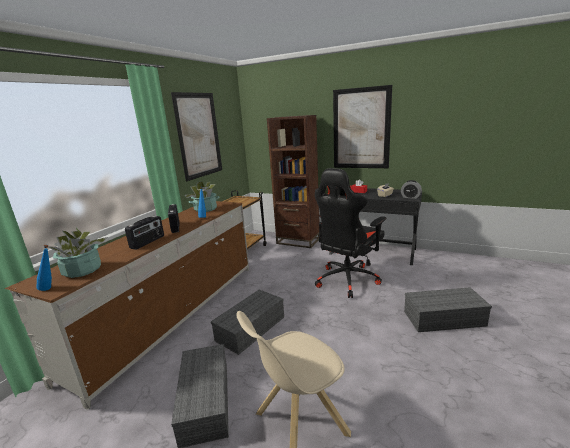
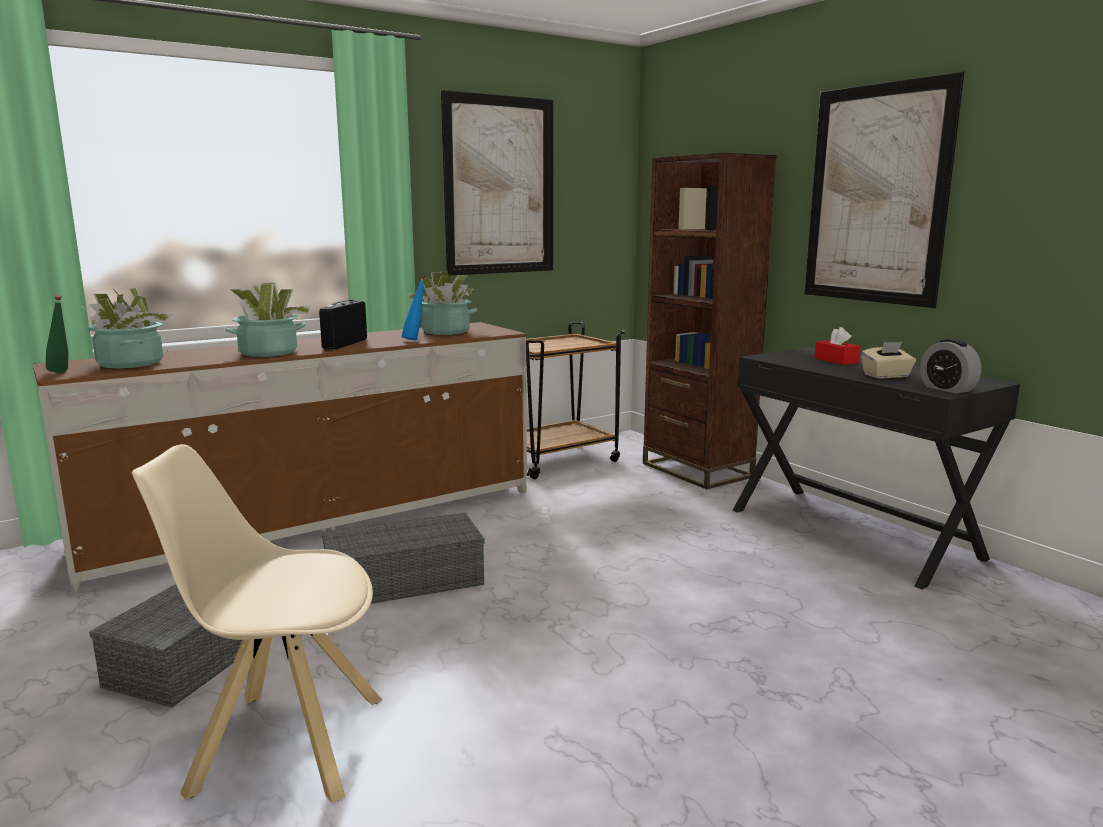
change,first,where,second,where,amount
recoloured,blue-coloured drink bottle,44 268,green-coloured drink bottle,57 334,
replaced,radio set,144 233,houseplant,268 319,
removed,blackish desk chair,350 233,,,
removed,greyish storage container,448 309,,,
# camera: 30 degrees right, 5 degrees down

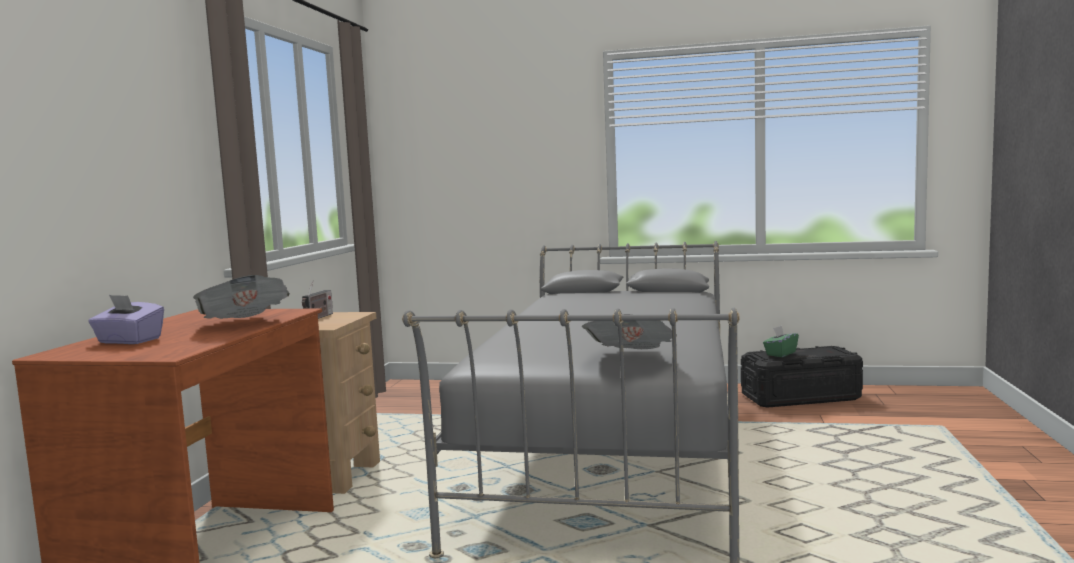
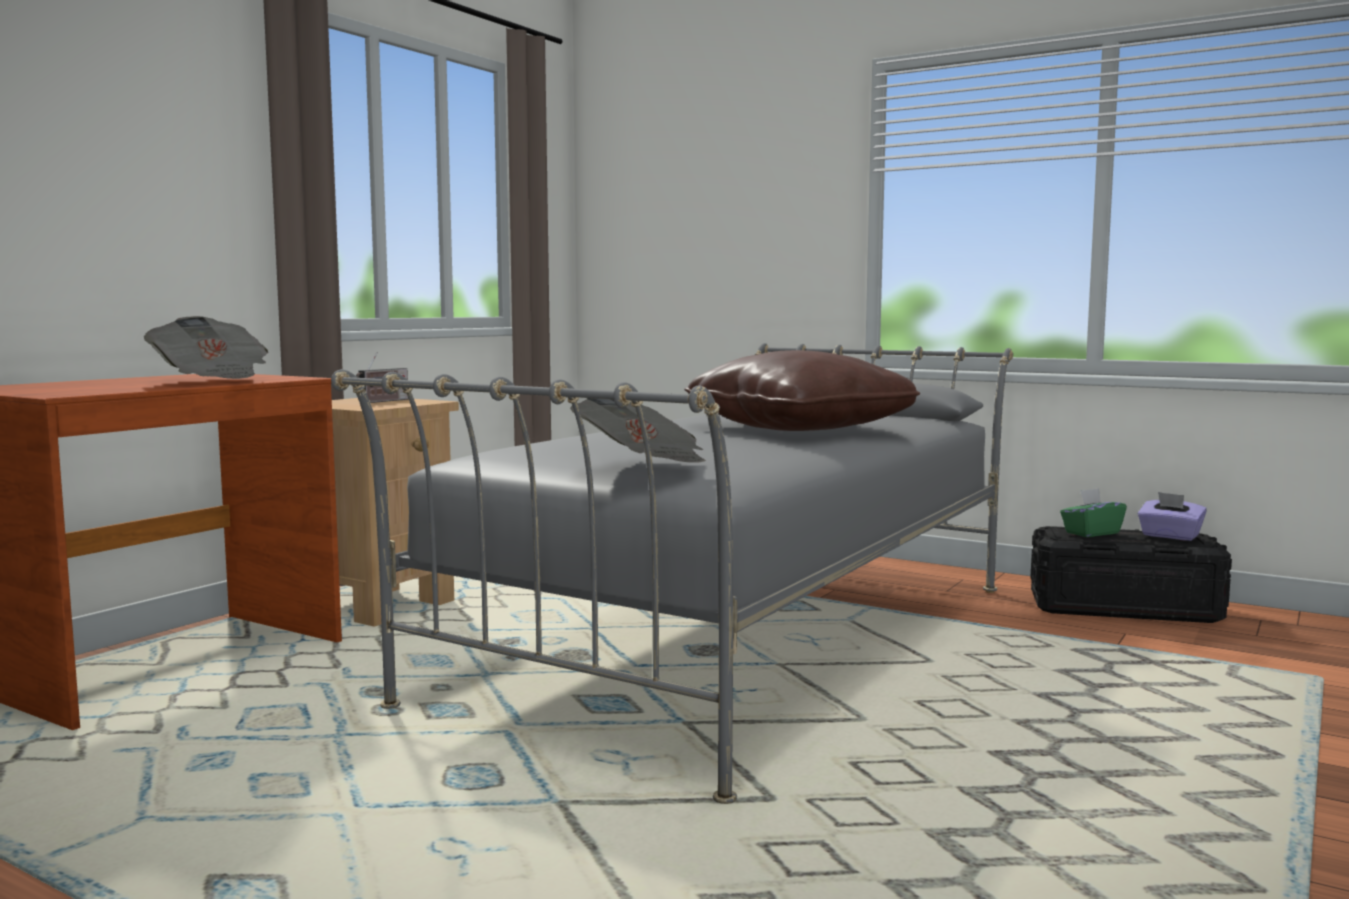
change,first,where,second,where,amount
moved,purple box of tissues,126 319,,1172 516,
added,,,brown pillow,802 390,
# camera: 20 degrees right, 0 degrees up

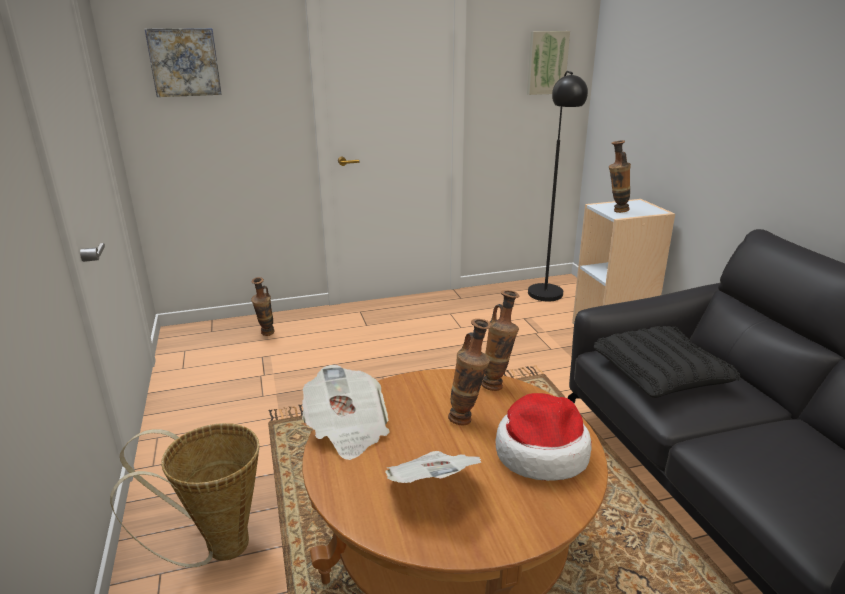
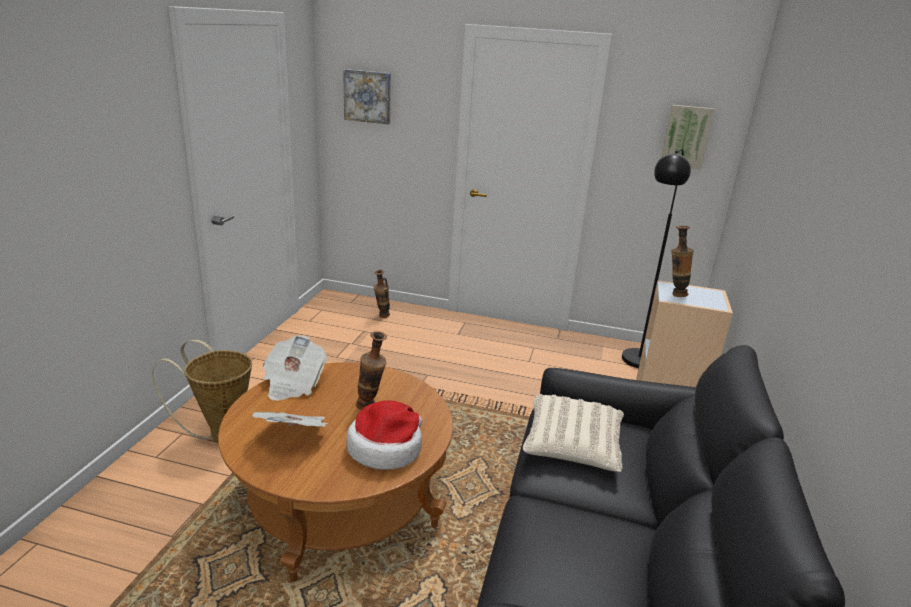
change,first,where,second,where,amount
removed,decorative vase,500 340,,,
recoloured,blackish pillow,667 362,beige pillow,573 433,
# camera: 30 degrees right, 0 degrees up

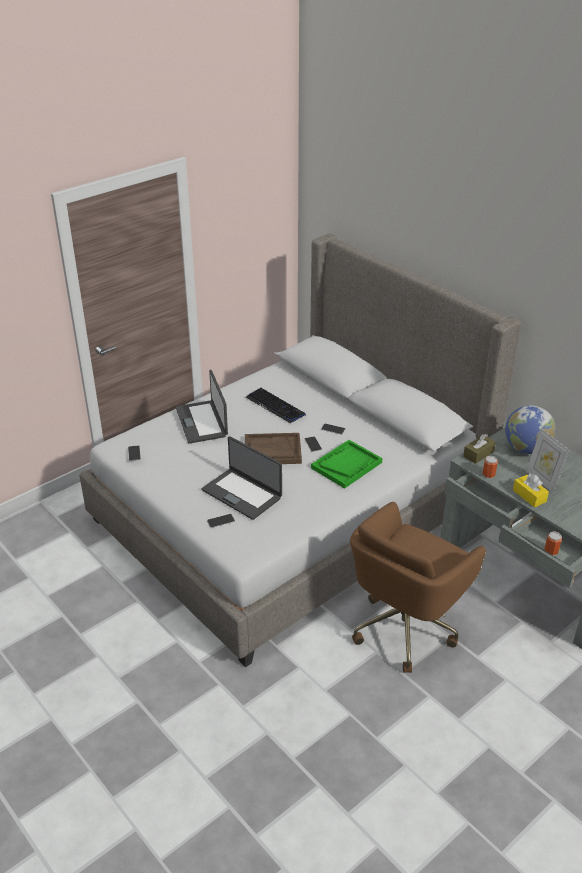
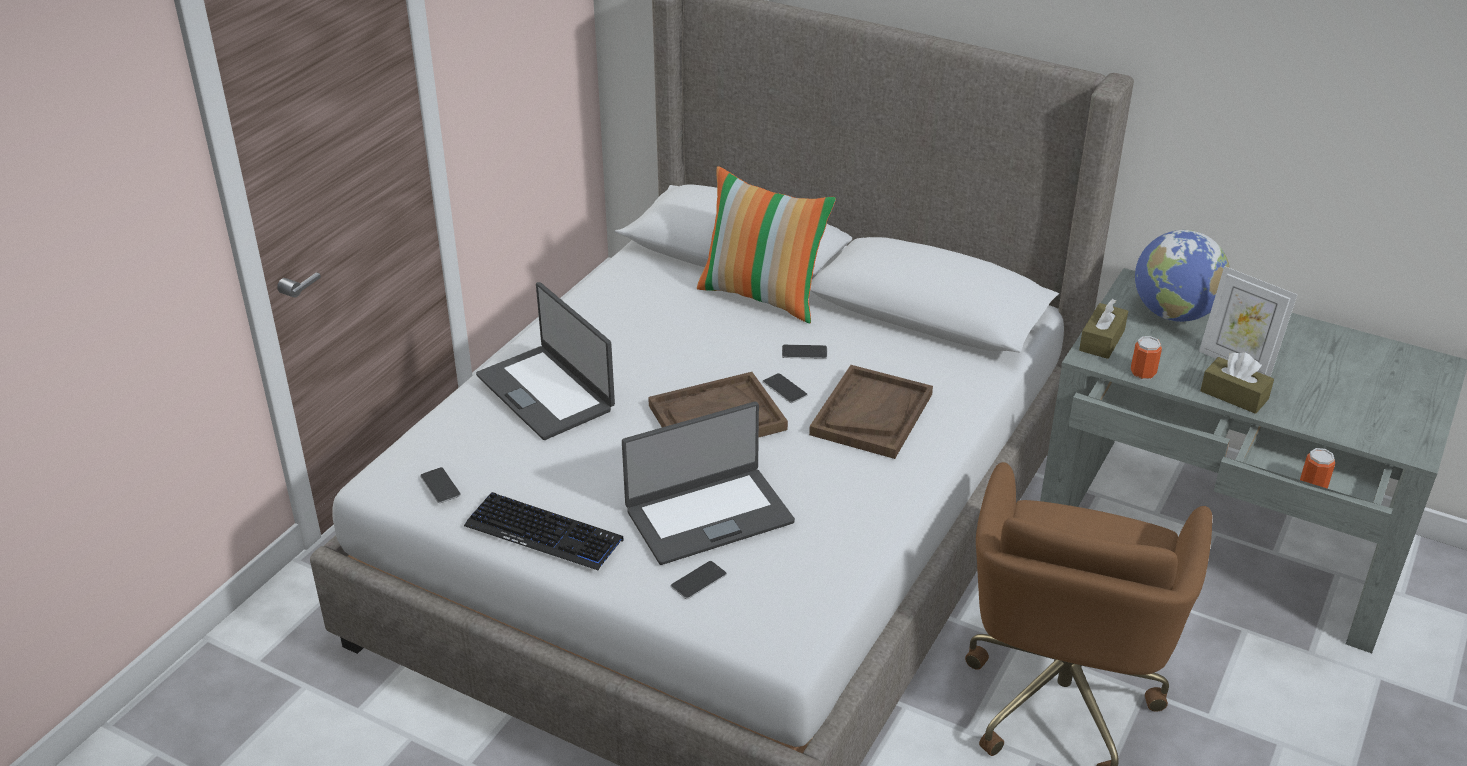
change,first,where,second,where,amount
turned,portable computer,242 478,,708 483,45 degrees counterclockwise
moved,computer keyboard,276 405,,544 531,
recoloured,green-coloured serving tray,346 464,brown serving tray,871 412,
recoloured,yellow-coloured box of tissues,531 490,brown box of tissues,1237 383,
added,,,pillow,766 244,
# camera: 20 degrees left, 0 degrees up

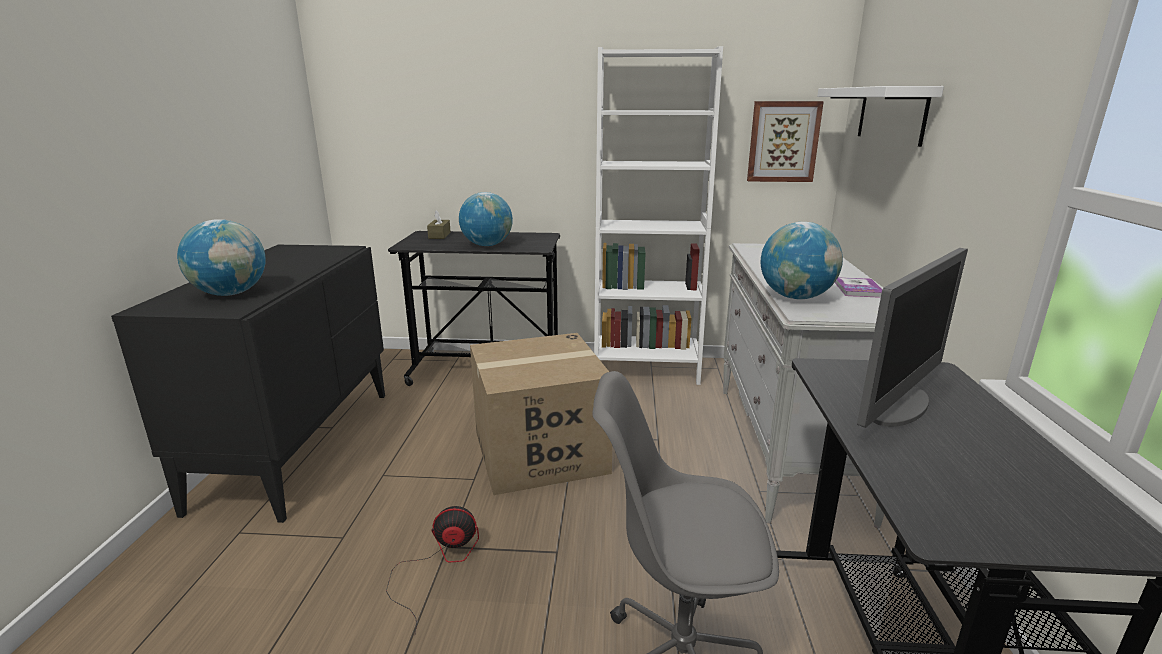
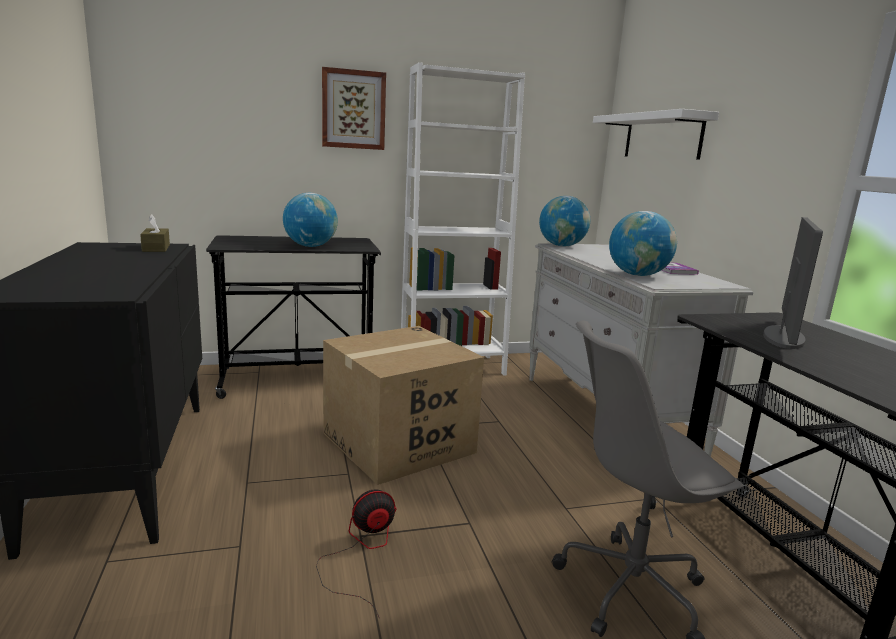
change,first,where,second,where,amount
moved,desk globe,221 257,,564 221,
moved,brown box of tissues,439 224,,155 233,
moved,picture,785 141,,354 108,
# camera: 20 degrees left, 5 degrees down

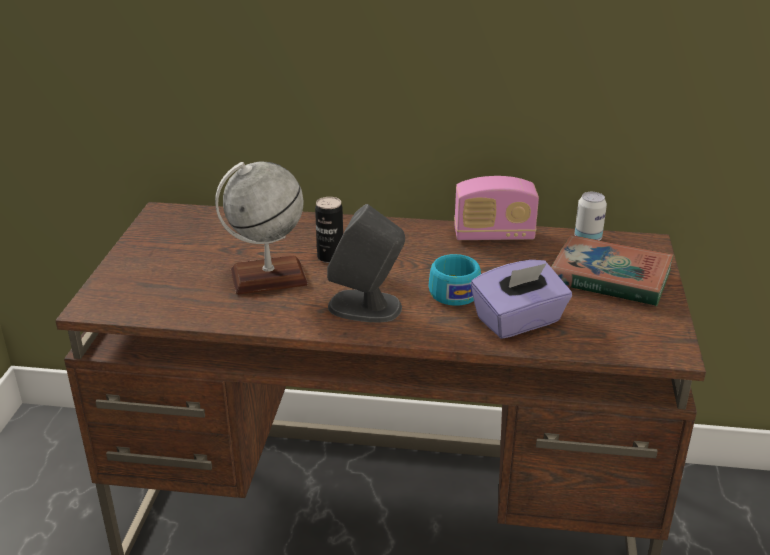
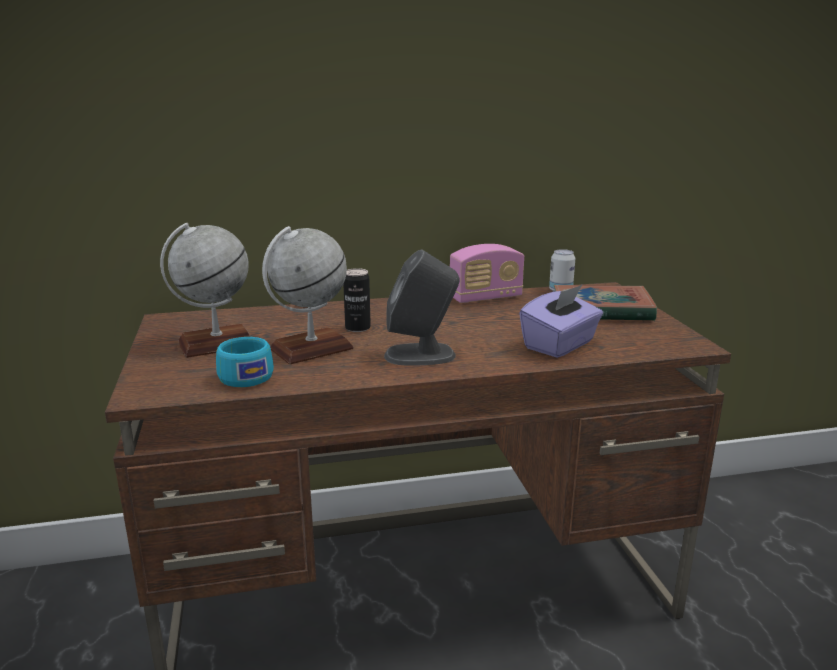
change,first,where,second,where,amount
moved,blue-green small cup,455 280,,245 362,
added,,,desk globe,205 290,
# camera: 20 degrees left, 10 degrees down

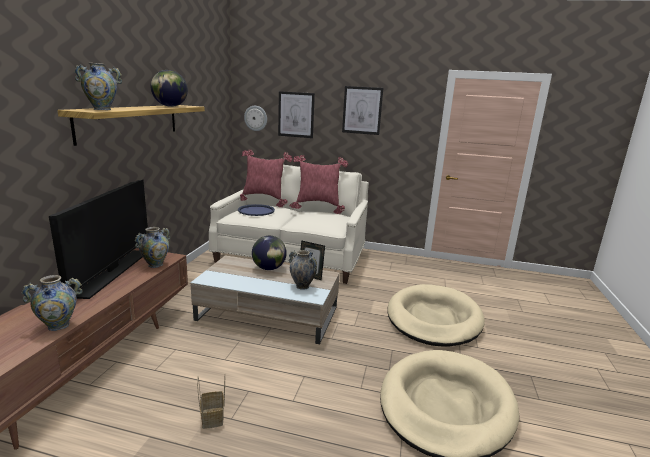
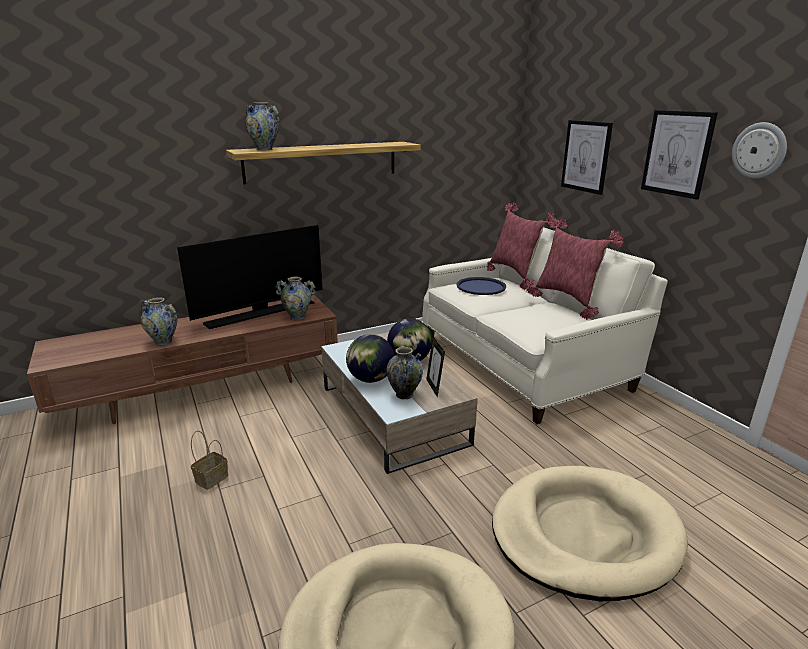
change,first,where,second,where,amount
moved,desk globe,169 88,,370 358,
moved,hanging clock,255 118,,759 150,
# camera: 50 degrees right, 5 degrees up

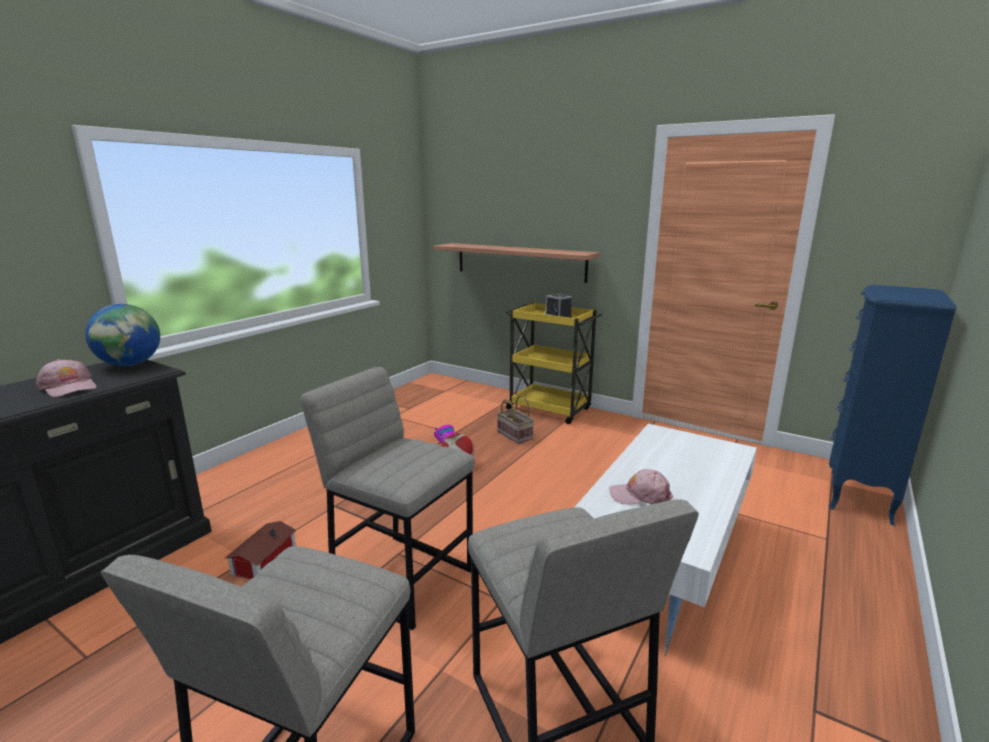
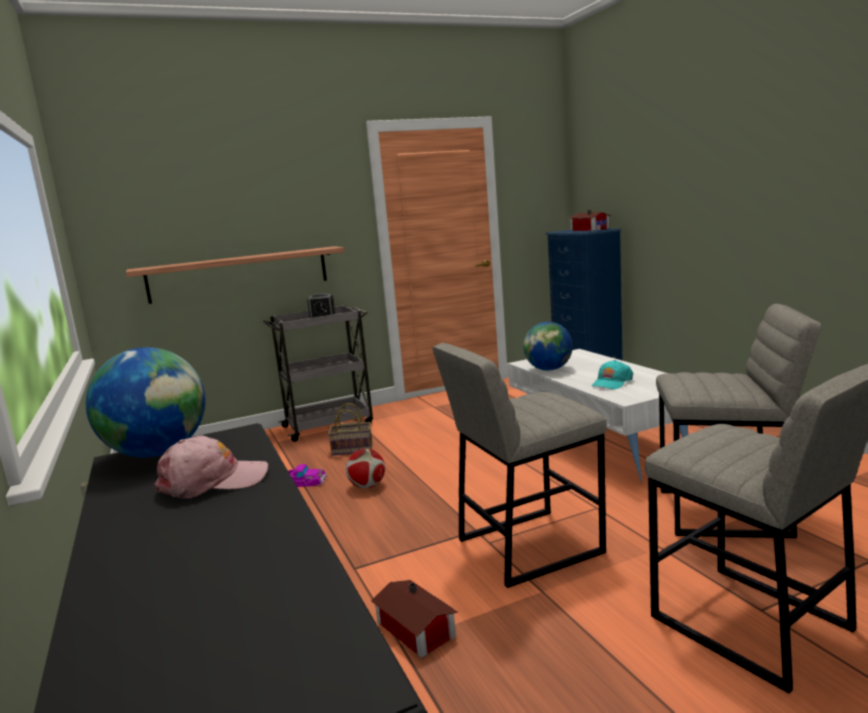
change,first,where,second,where,amount
recoloured,yellow-coloured trolley,553 363,greyish trolley,318 373,
recoloured,pink-coloured cap,641 487,blue-green cap,612 374,
added,,,desk globe,548 346,
added,,,miniature house,590 220,
# camera: 55 degrees left, 5 degrees down

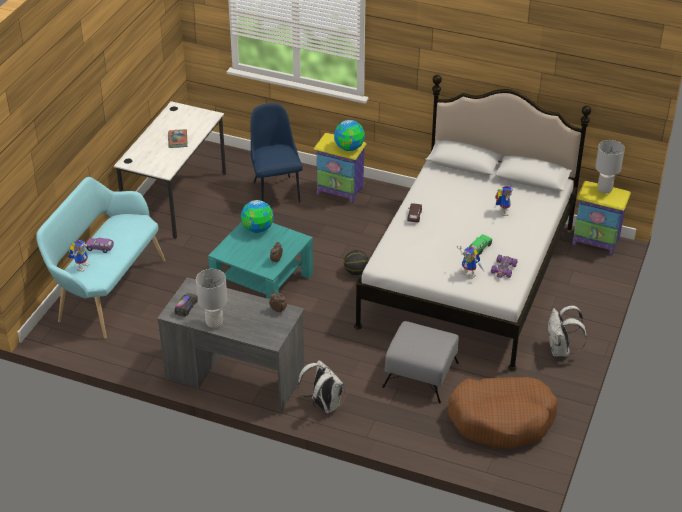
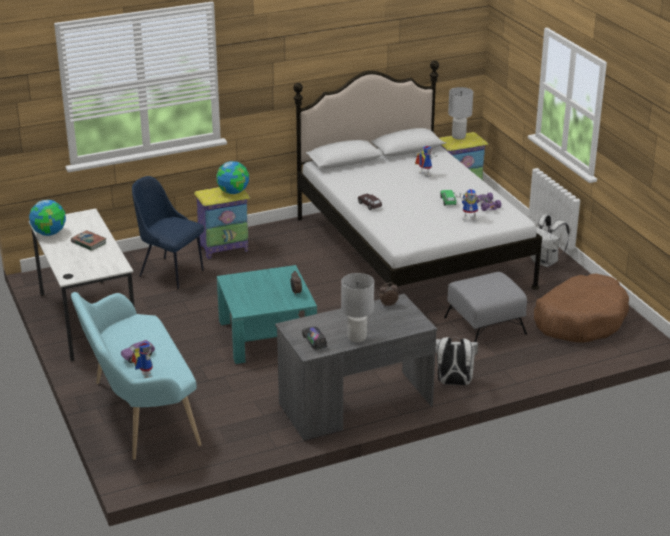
change,first,where,second,where,amount
moved,desk globe,257 216,,47 218,
removed,basketball ball,356 262,,,
# camera: 45 degrees left, 10 degrees down

